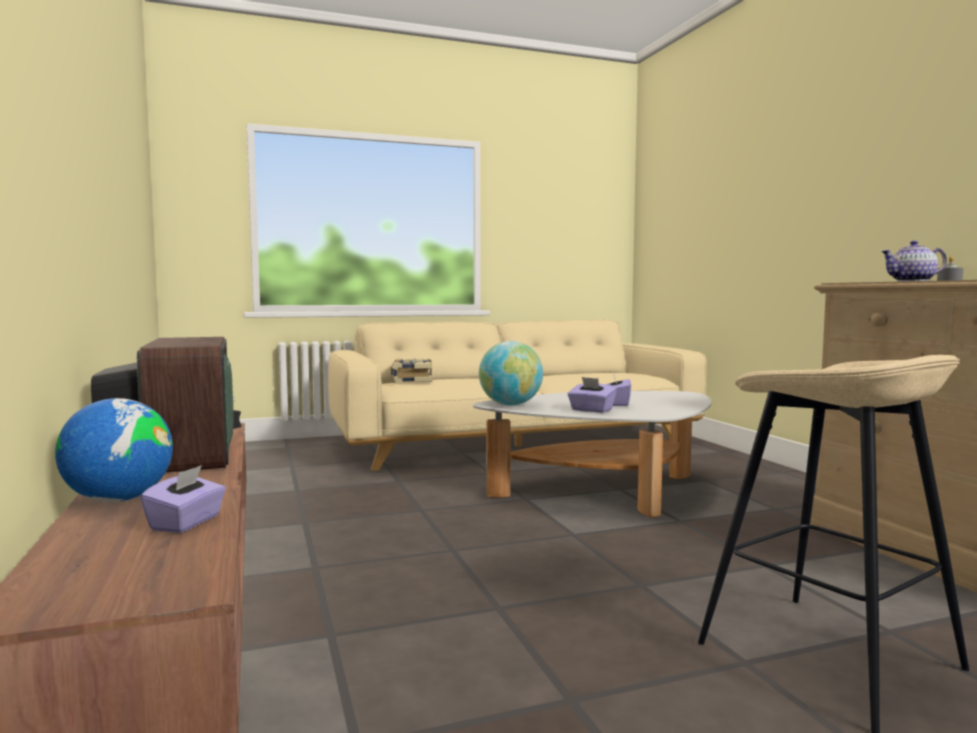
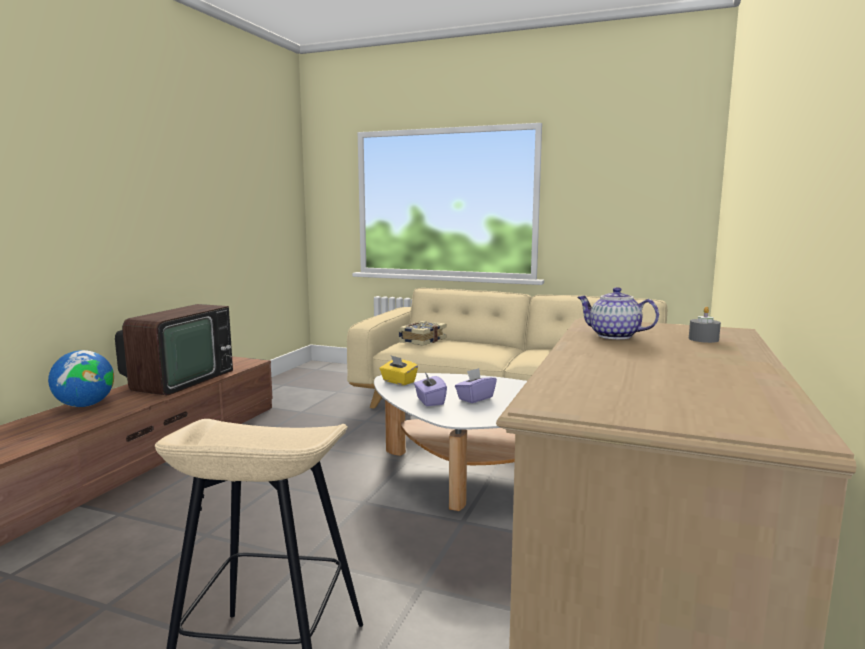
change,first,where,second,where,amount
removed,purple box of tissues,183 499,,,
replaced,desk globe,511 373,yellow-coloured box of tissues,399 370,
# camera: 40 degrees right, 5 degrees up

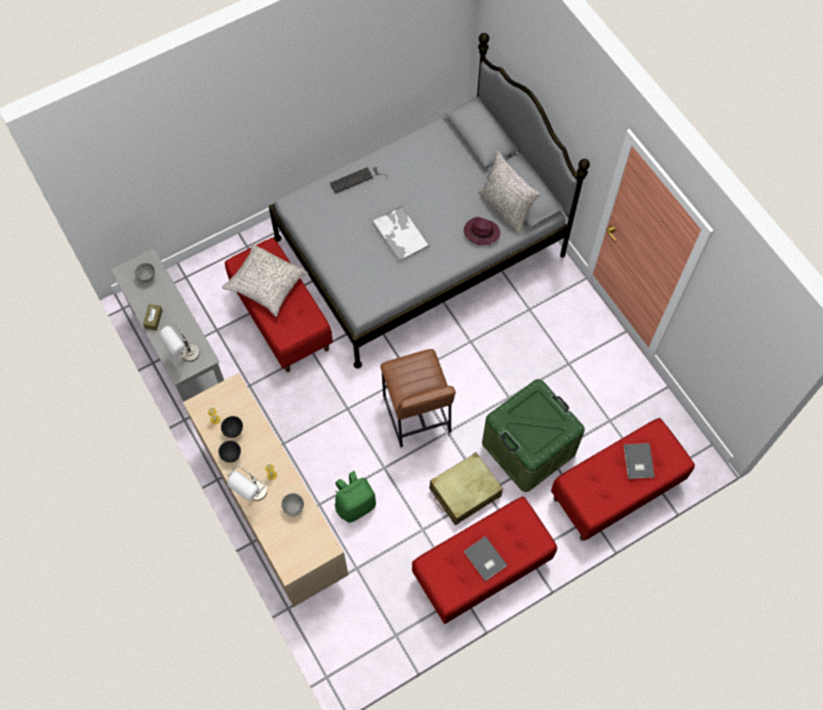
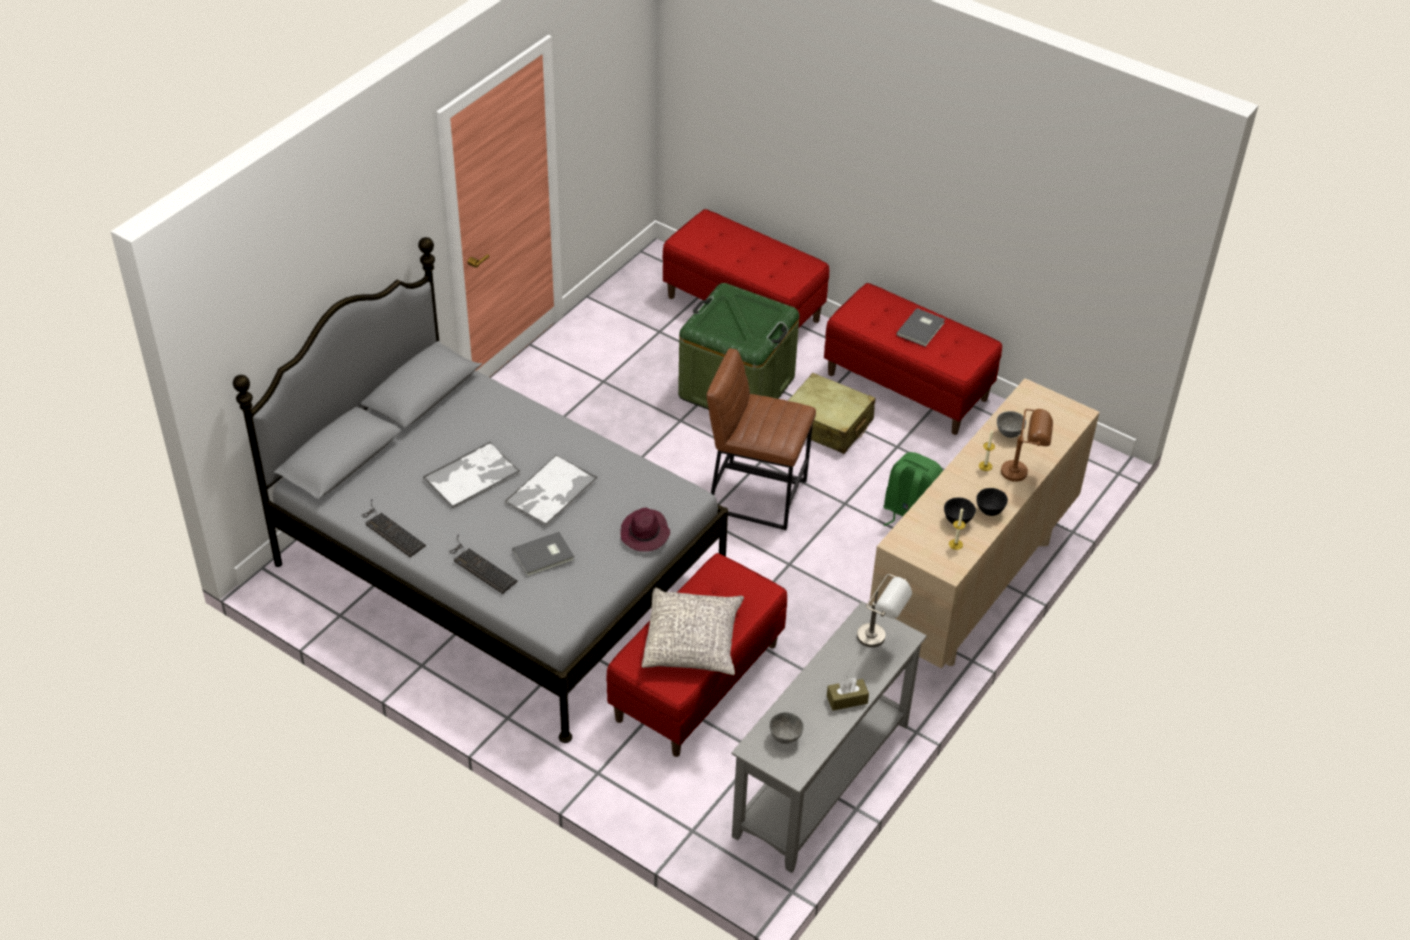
change,first,where,second,where,amount
recoloured,greyish tabletop lamp,247 483,brown tabletop lamp,1027 445,
turned,brown plain chair,418 398,,761 439,120 degrees counterclockwise
moved,purple clothing hat,482 231,,645 530,
removed,greyish pillow,509 193,,,
moved,greyish volume,639 461,,543 554,
added,,,computer keyboard,393 528,
added,,,serving tray,471 475,
# camera: 115 degrees left, 20 degrees down

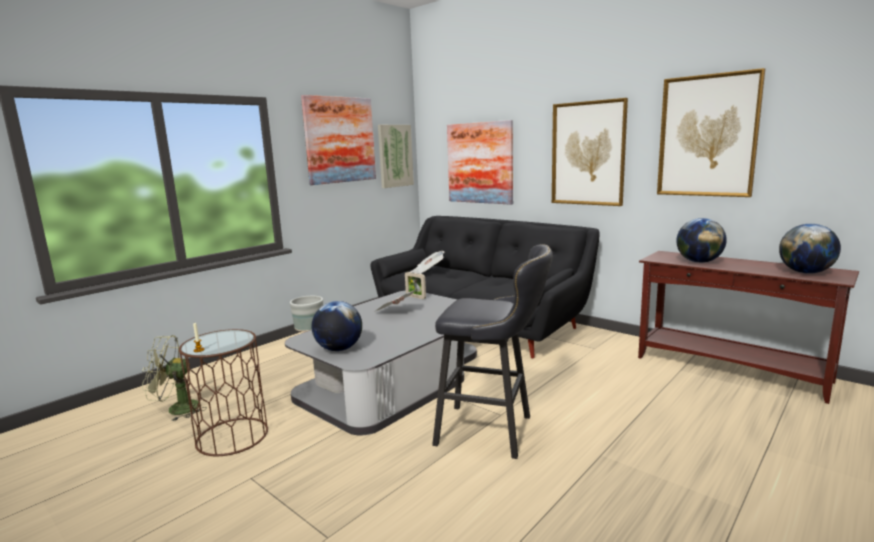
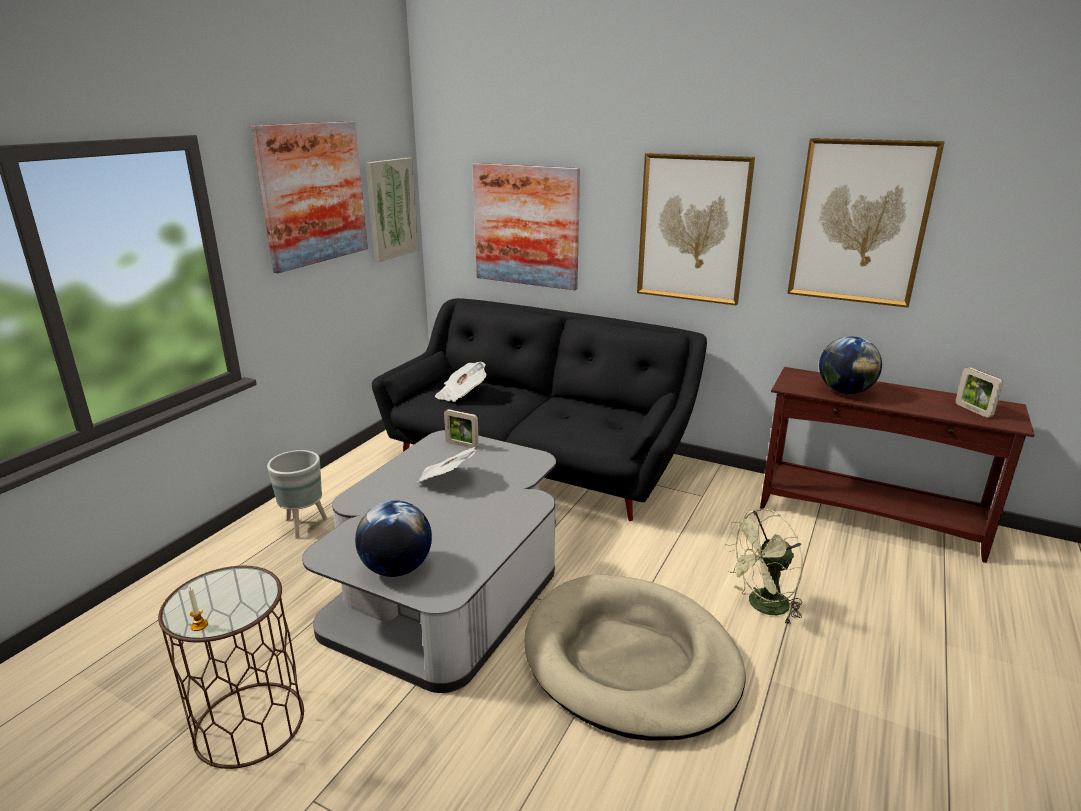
change,first,where,second,where,amount
moved,green-coloured electric fan,174 378,,763 567,
replaced,blackish stool seat,492 351,beige dog cushion,635 658,
replaced,desk globe,810 249,picture frame,979 392,
# camera: 15 degrees left, 10 degrees up

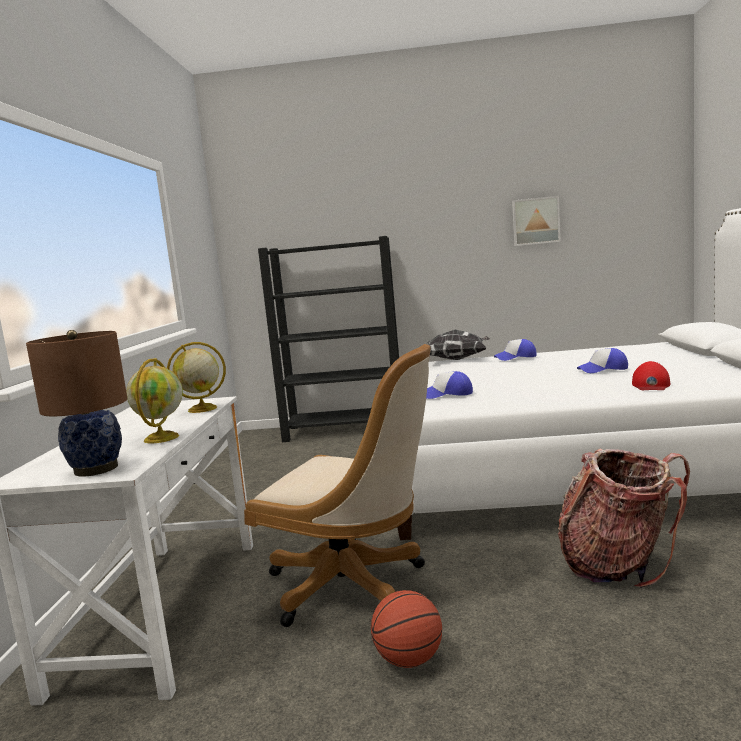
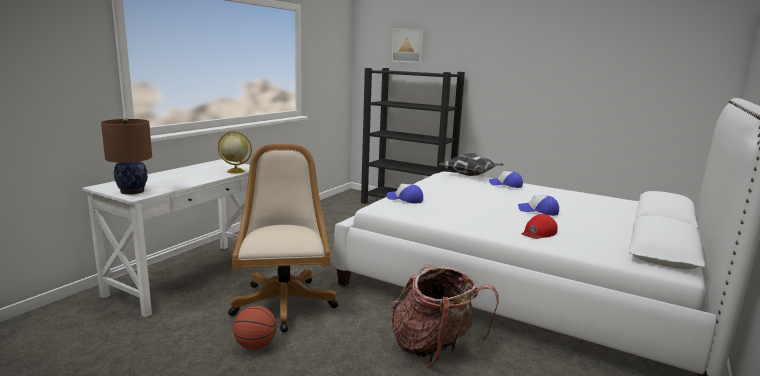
change,first,where,second,where,amount
removed,desk globe,154 400,,,
turned,desk chair,337 485,,283 238,150 degrees counterclockwise
moved,picture,536 221,,408 46,
# camera: 25 degrees right, 5 degrees up

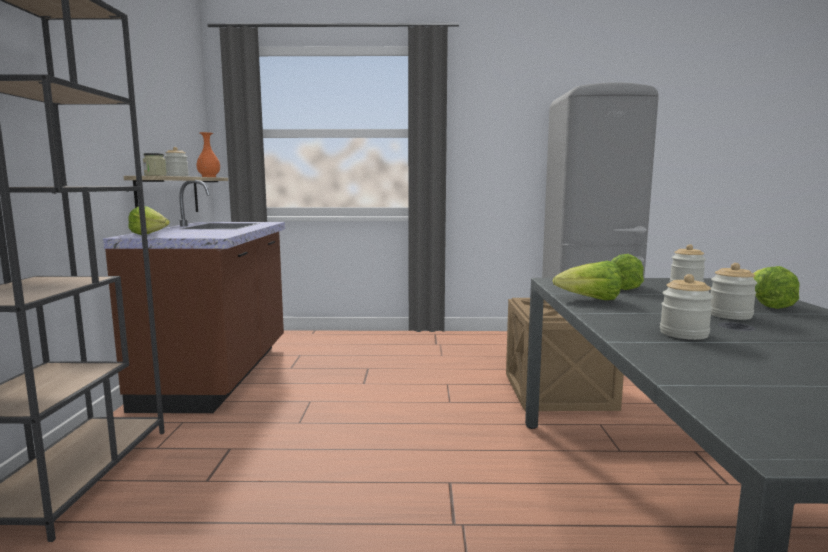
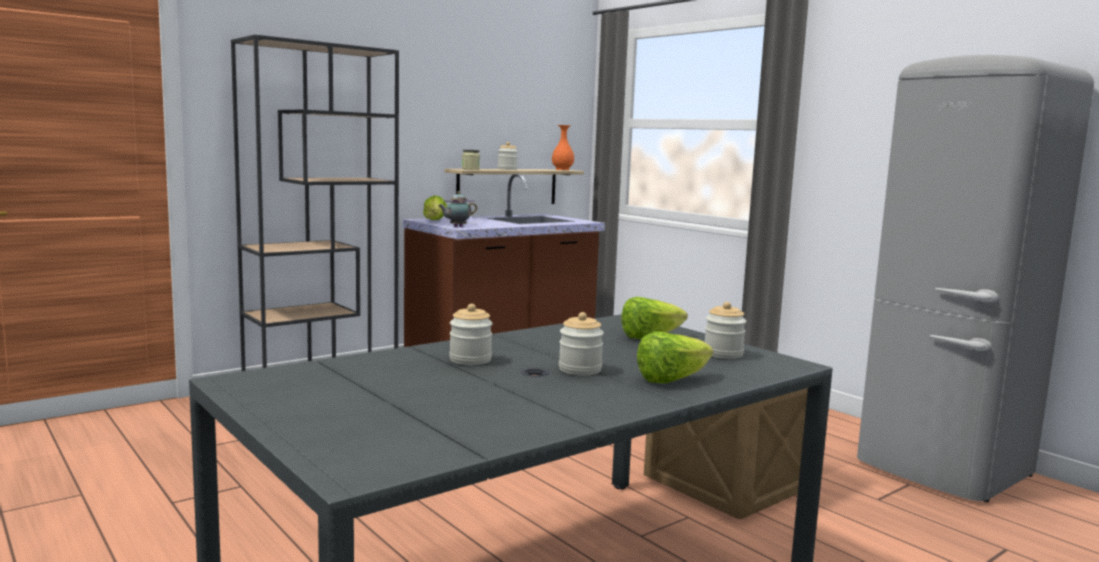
change,first,where,second,where,amount
removed,lettuce head,587 280,,,
added,,,teapot,457 209,
# camera: 50 degrees right, 0 degrees up

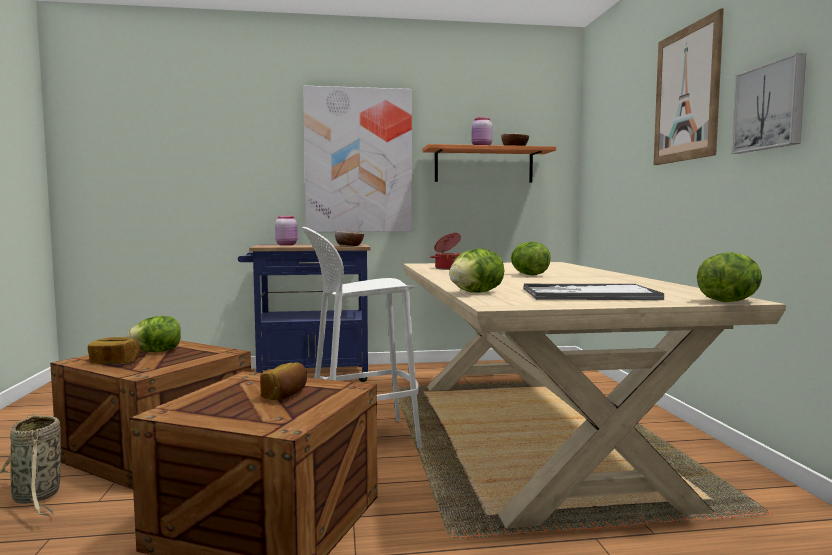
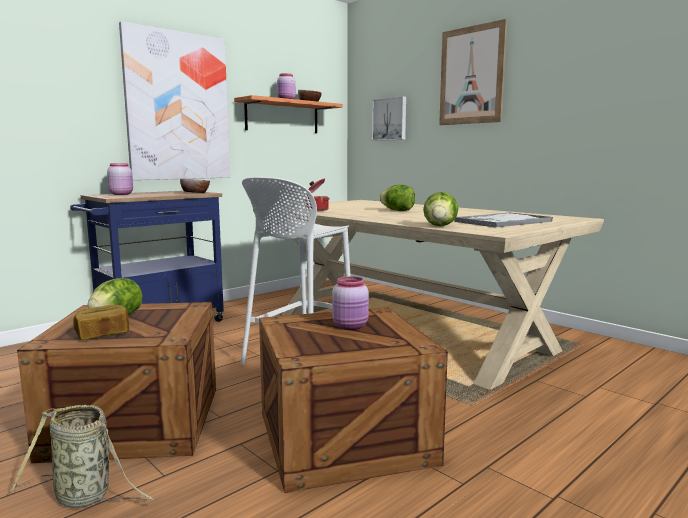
change,first,where,second,where,amount
replaced,baked bread,283 381,pink-coloured preserve jar,350 303,
removed,lettuce head,729 277,,,
moved,picture,768 103,,389 118,
# camera: 35 degrees left, 5 degrees up

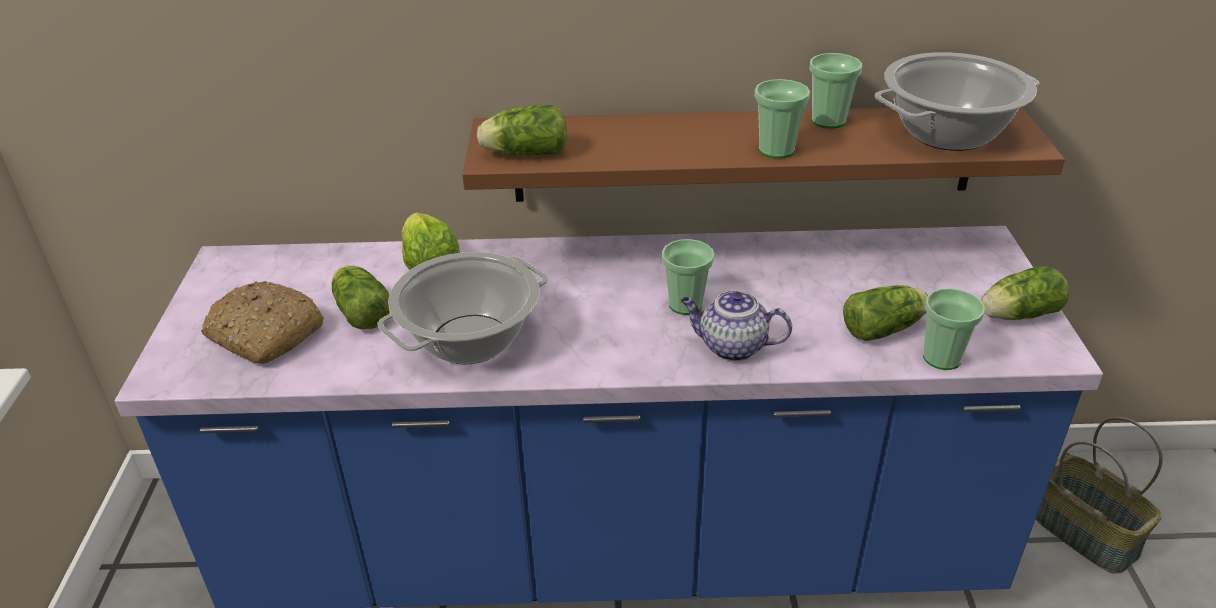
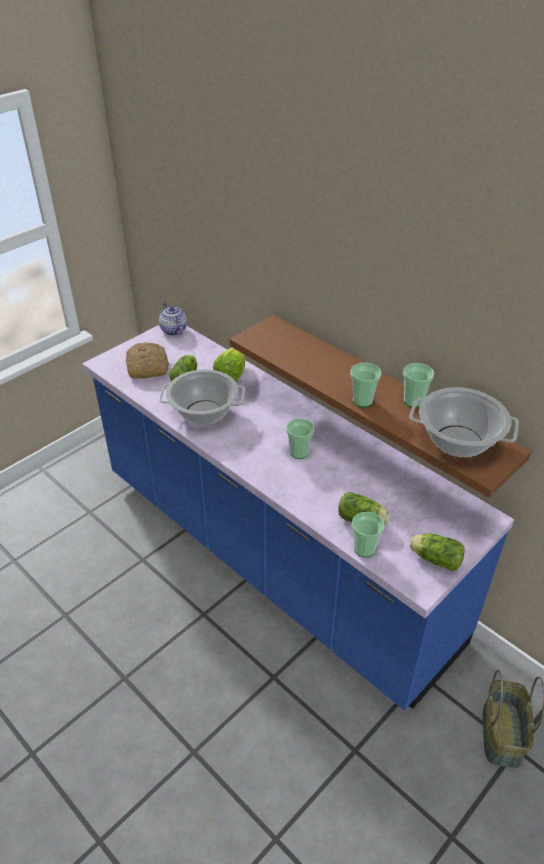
change,first,where,second,where,amount
removed,lettuce head,522 130,,,
moved,teapot,736 325,,173 319,
# camera: 45 degrees right, 5 degrees up

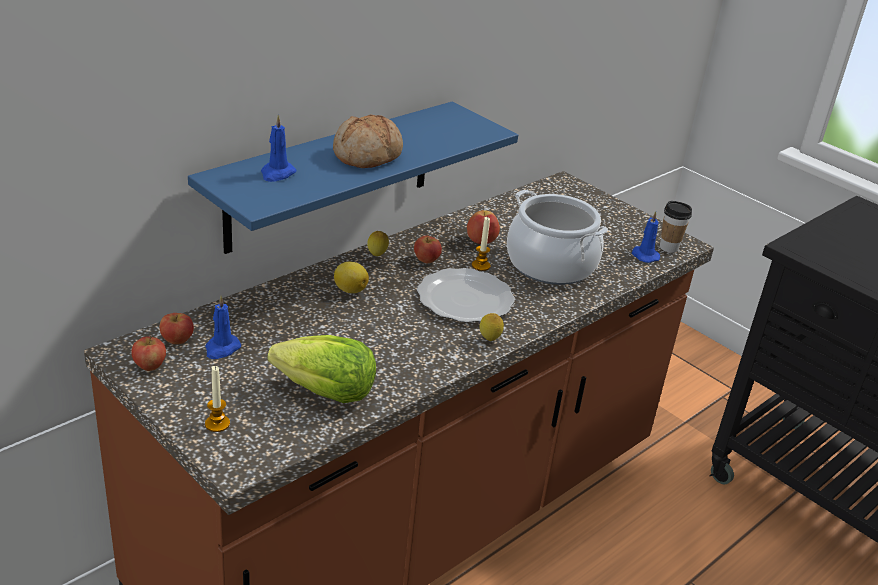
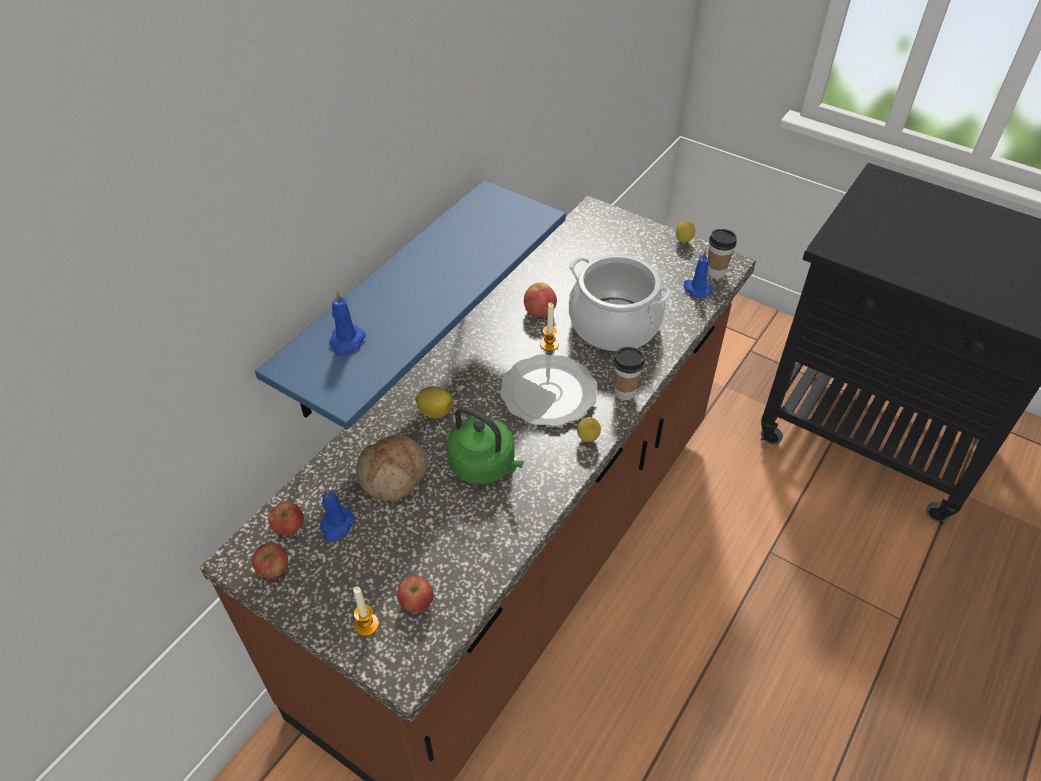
change,first,where,second,where,amount
removed,lettuce head,322 369,,,
moved,baked bread,368 141,,392 468,
moved,whole lemon,378 243,,685 232,
moved,apple,428 249,,415 594,
added,,,green-coloured water kettle,485 446,
added,,,small cup,629 373,
# camera: 10 degrees left, 15 degrees up

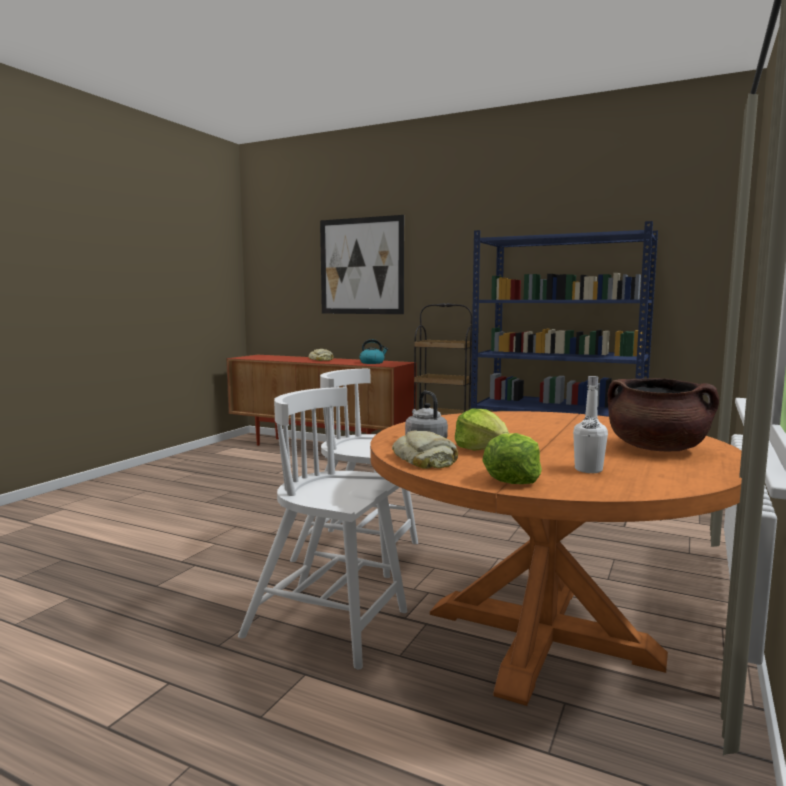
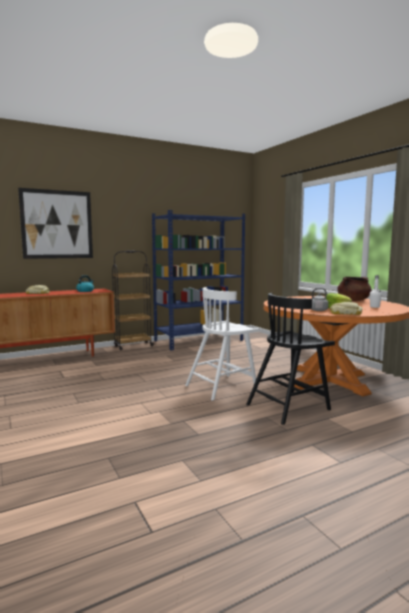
change,first,where,second,where,amount
recoloured,white-coloured plain chair,323 528,blackish plain chair,290 359,
removed,lettuce head,512 458,,,
# camera: 55 degrees left, 0 degrees up

